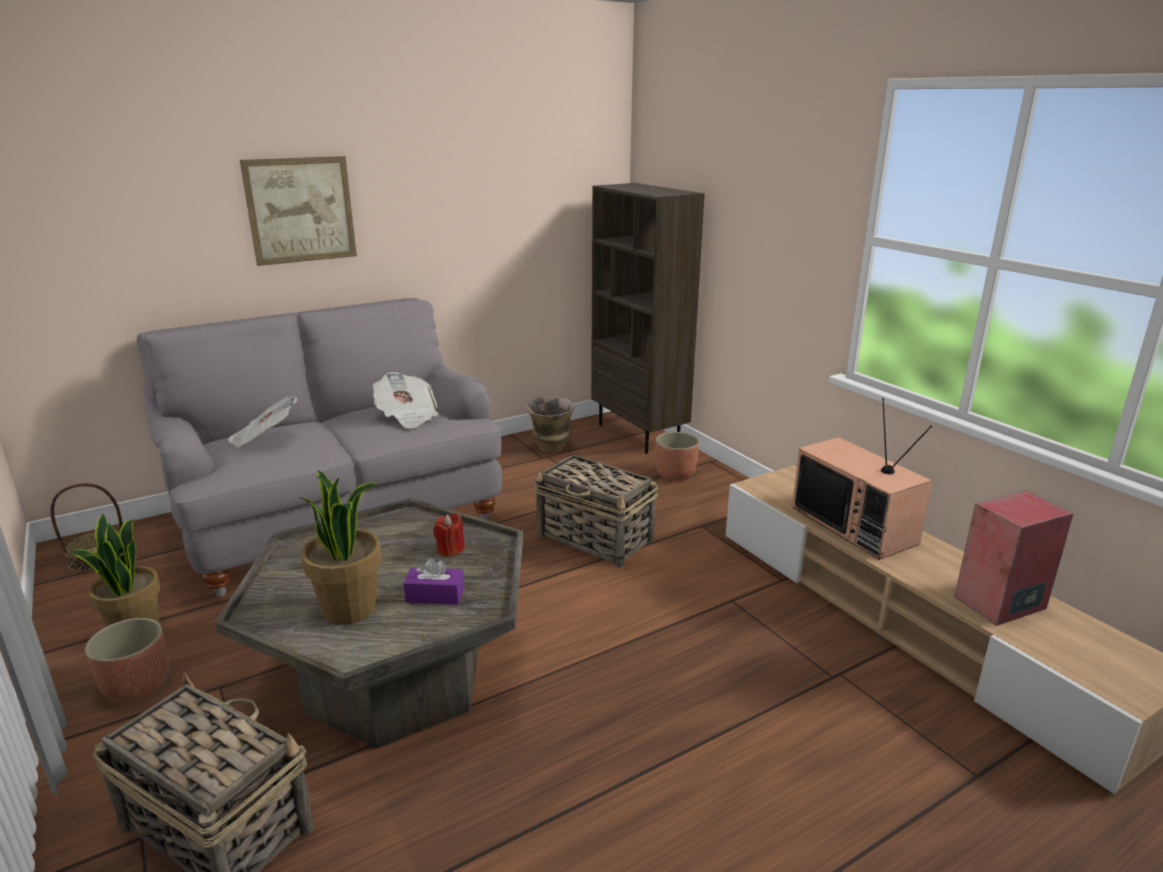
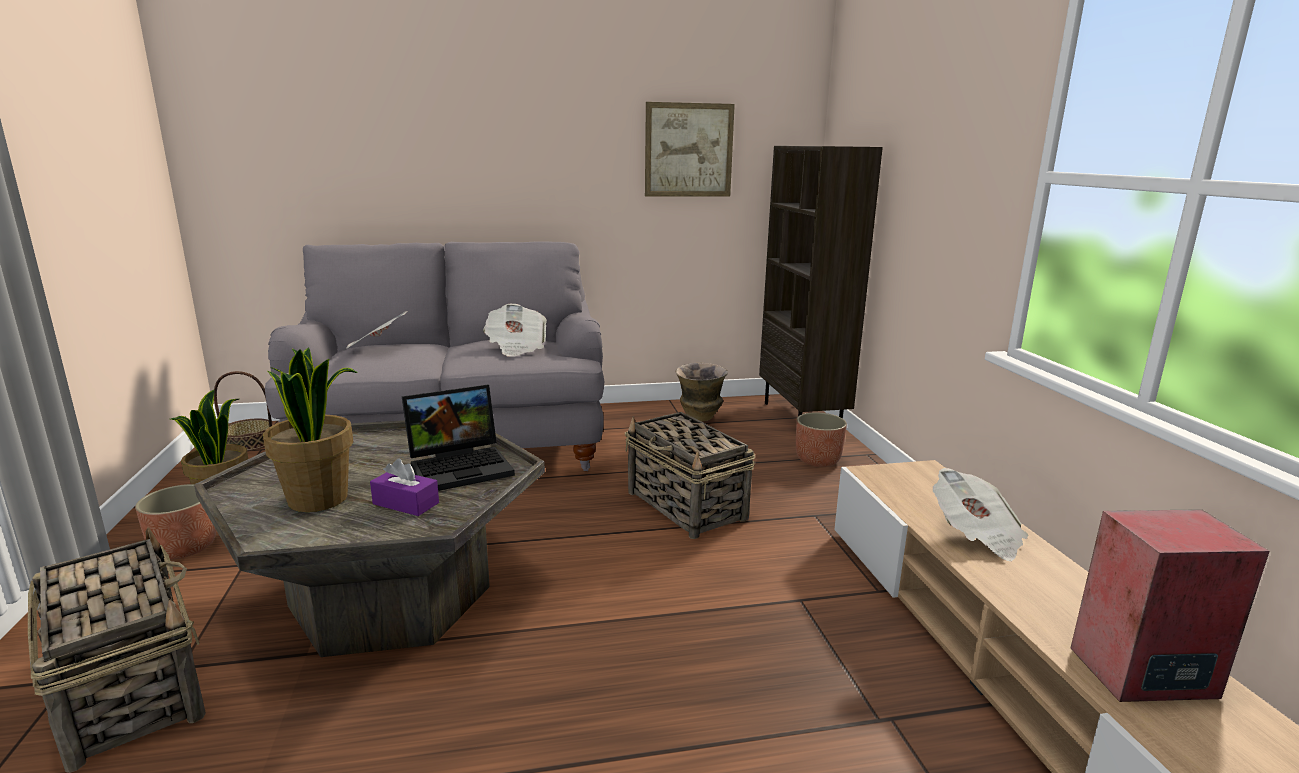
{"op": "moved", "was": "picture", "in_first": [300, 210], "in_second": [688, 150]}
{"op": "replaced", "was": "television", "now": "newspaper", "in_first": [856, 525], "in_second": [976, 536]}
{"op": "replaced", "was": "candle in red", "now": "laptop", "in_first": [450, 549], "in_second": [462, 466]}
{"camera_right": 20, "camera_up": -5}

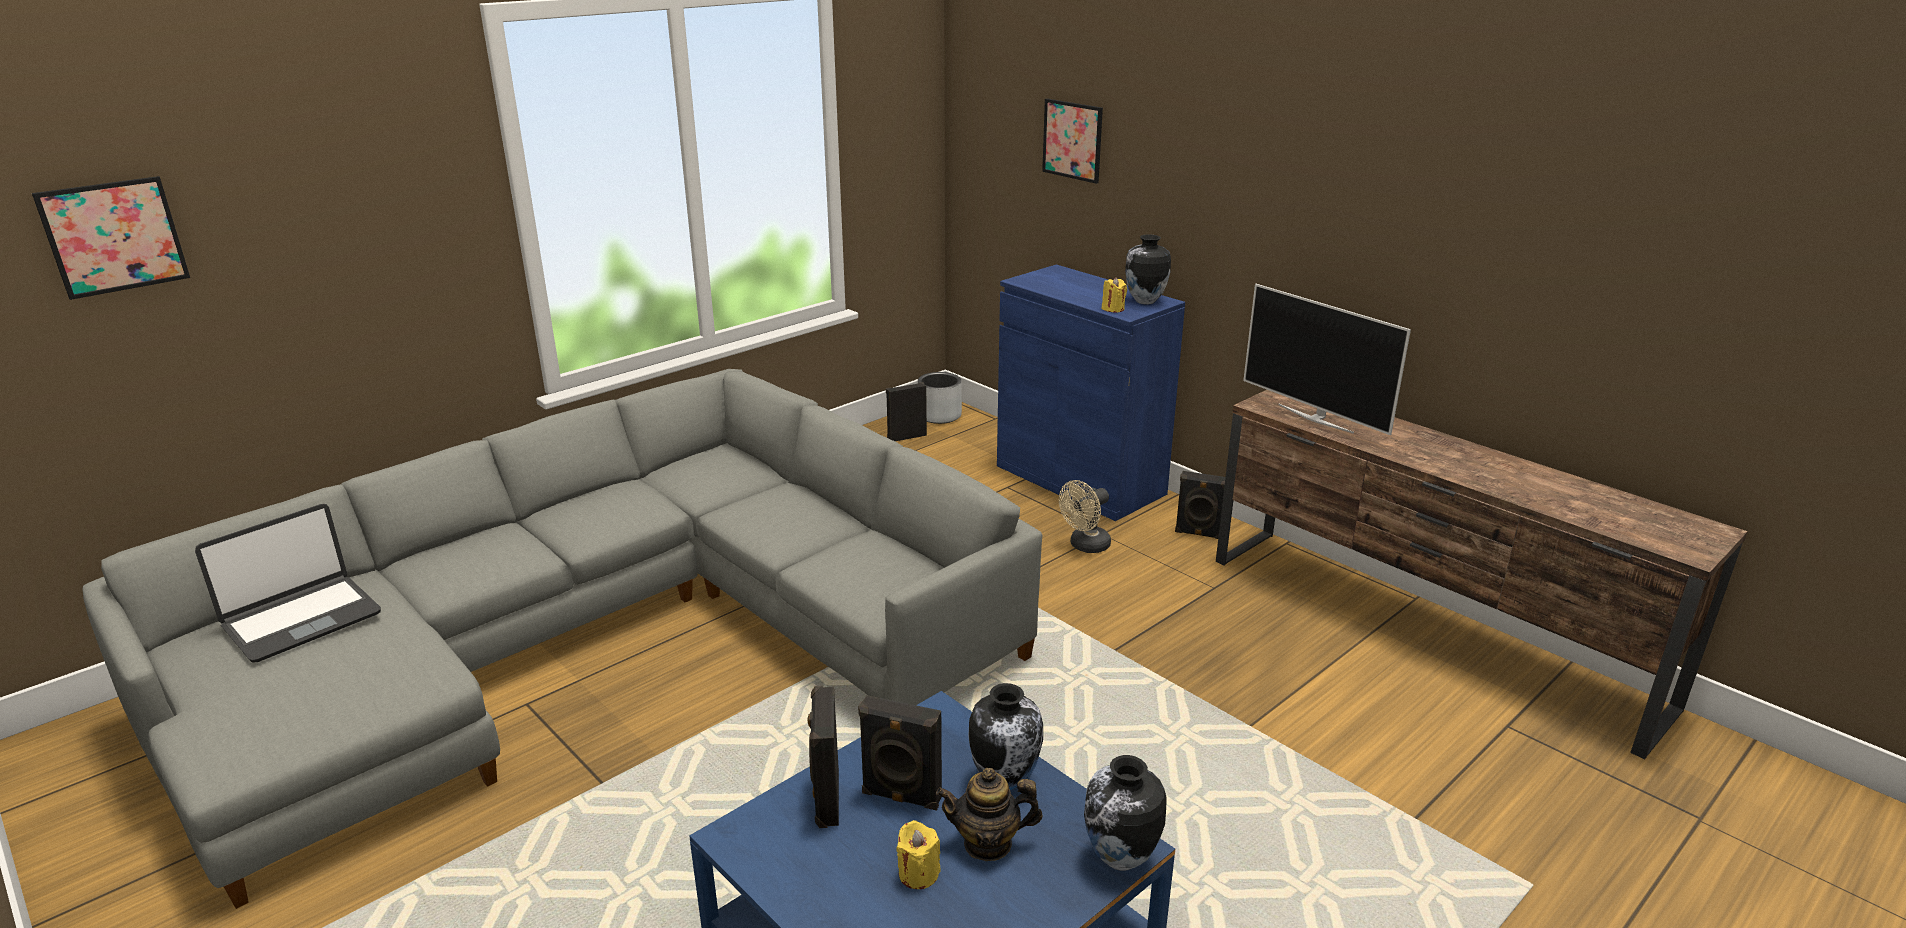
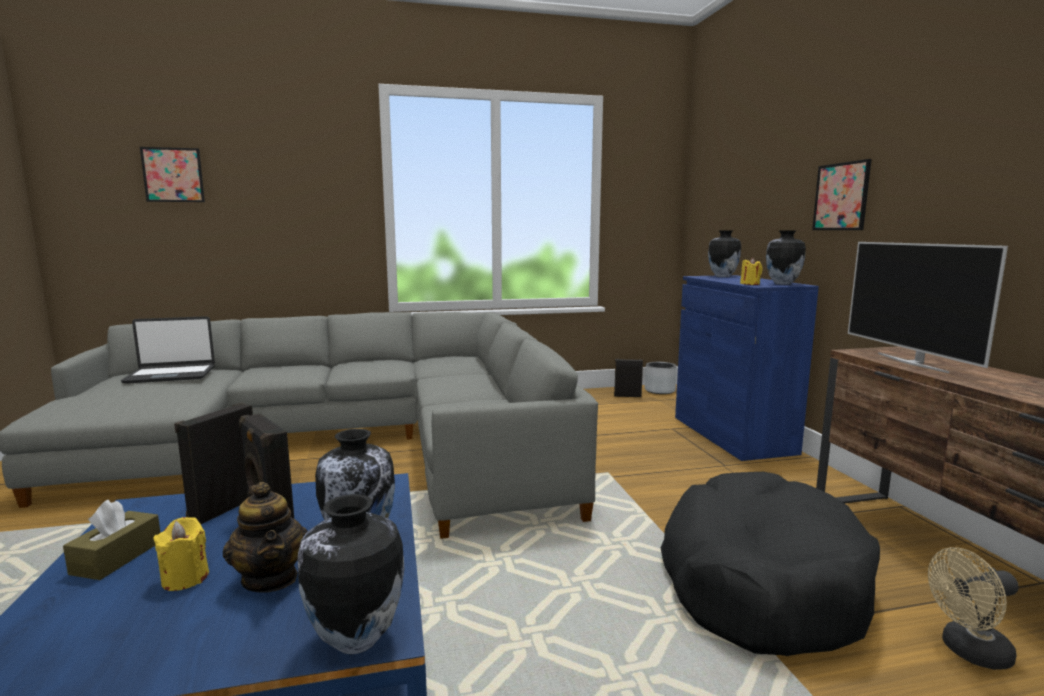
{"op": "moved", "was": "picture", "in_first": [1072, 140], "in_second": [841, 196]}
{"op": "removed", "was": "speaker in black", "in_first": [1198, 534]}
{"op": "moved", "was": "fan in beige", "in_first": [1085, 546], "in_second": [968, 652]}
{"op": "turned", "was": "teapot", "in_first": [988, 843], "in_second": [271, 578], "clockwise": -150}
{"op": "added", "now": "vase", "in_second": [722, 276]}
{"op": "added", "now": "dog bed in black", "in_second": [760, 581]}
{"op": "added", "now": "tissue box in brown", "in_second": [117, 557]}
{"camera_right": 30, "camera_up": -15}

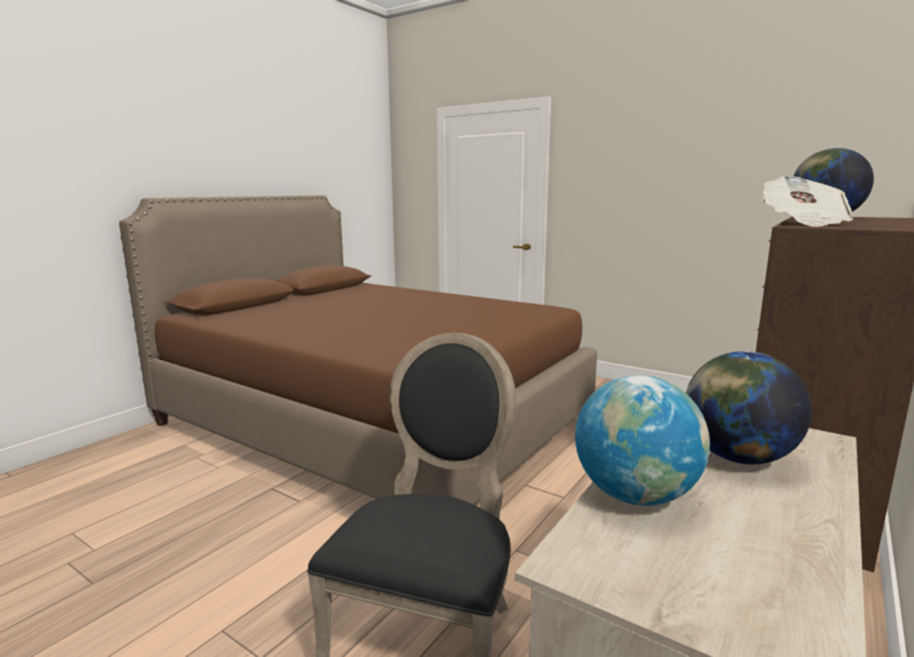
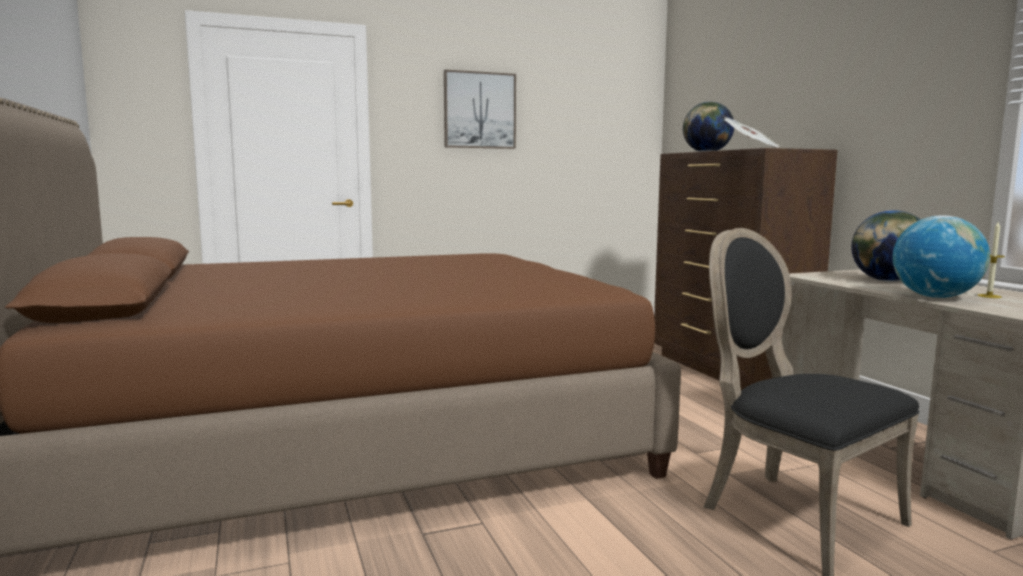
{"op": "added", "now": "picture", "in_second": [479, 110]}
{"op": "added", "now": "candle", "in_second": [989, 296]}
{"camera_right": -55, "camera_up": -5}

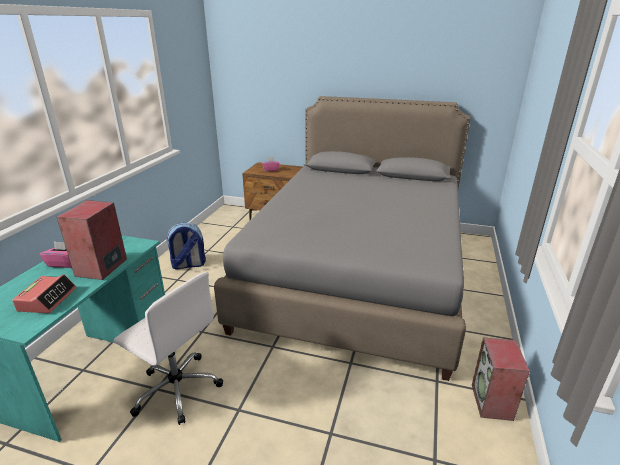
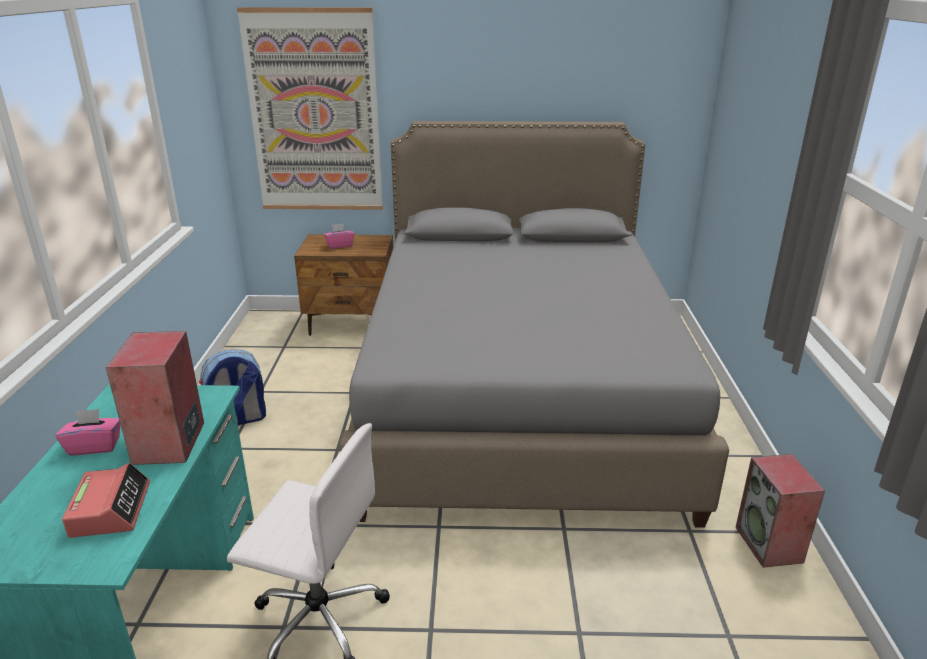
{"op": "added", "now": "picture", "in_second": [314, 114]}
{"camera_right": -15, "camera_up": 0}

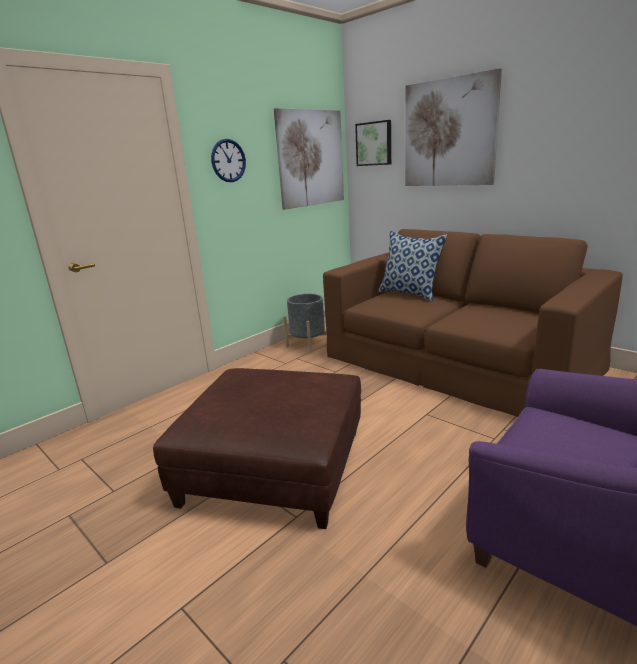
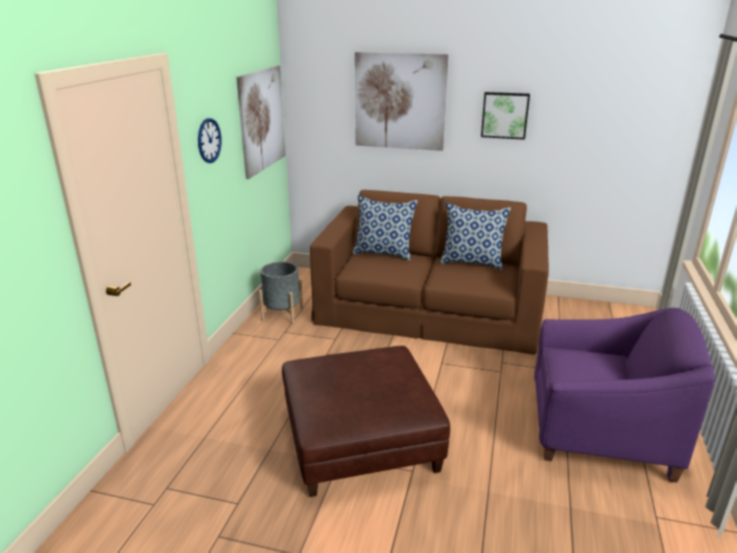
{"op": "moved", "was": "picture", "in_first": [374, 143], "in_second": [505, 115]}
{"op": "added", "now": "pillow", "in_second": [472, 262]}
{"camera_right": -30, "camera_up": 5}

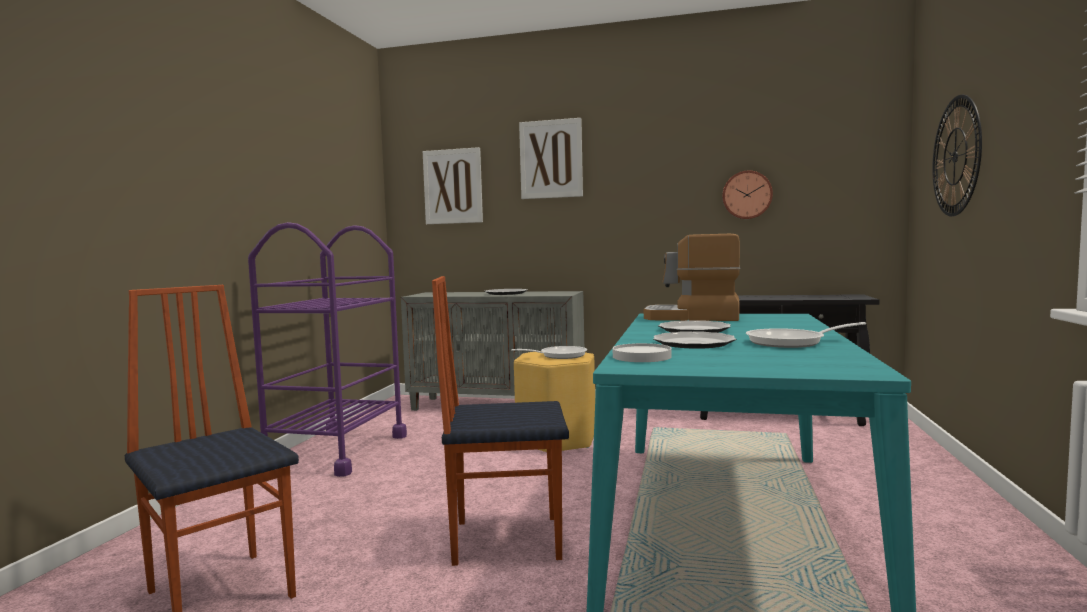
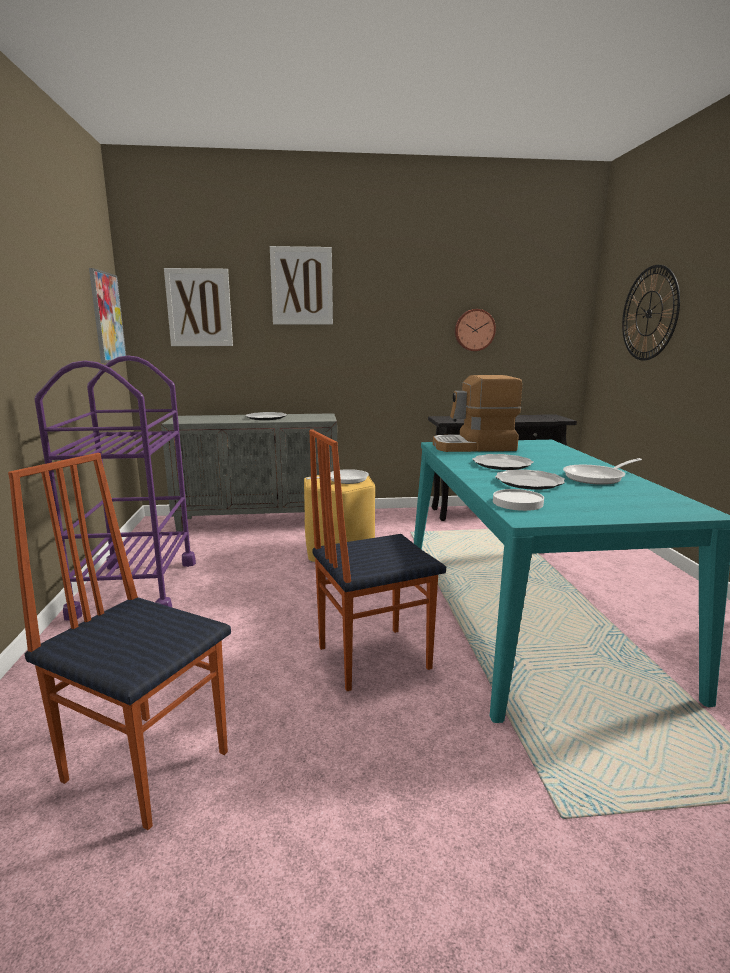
{"op": "added", "now": "picture", "in_second": [107, 317]}
{"camera_right": -20, "camera_up": 10}

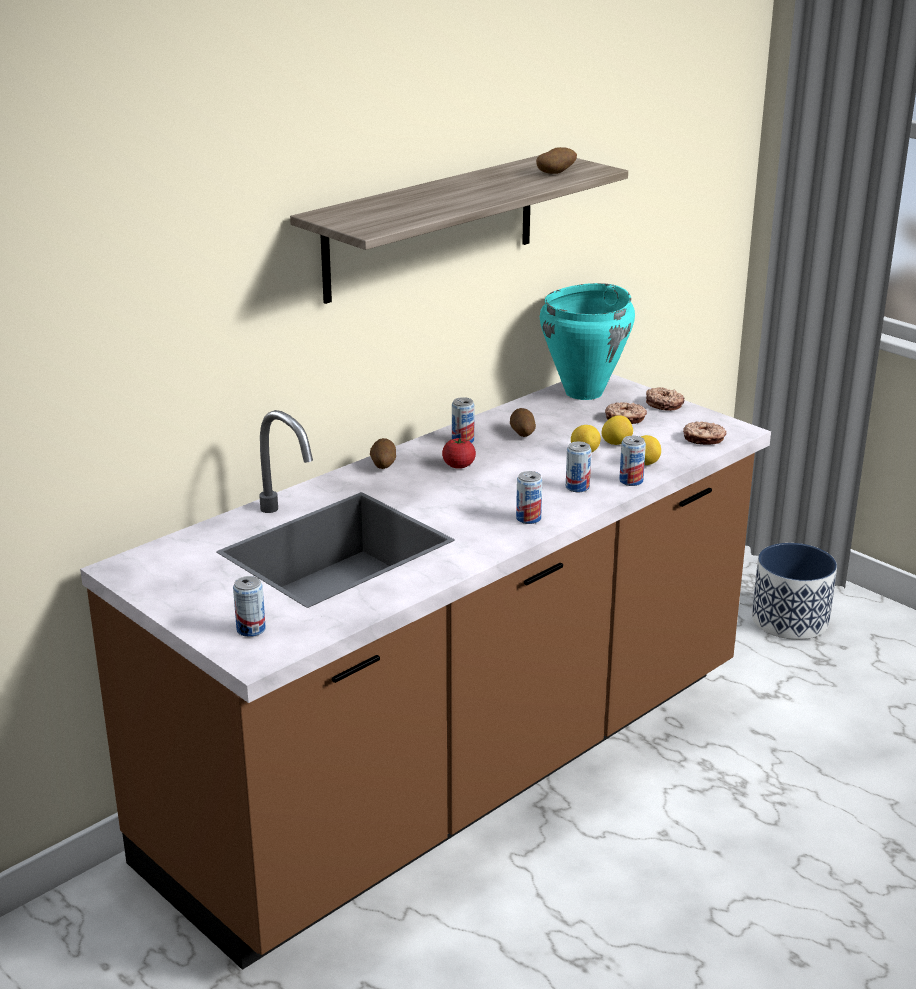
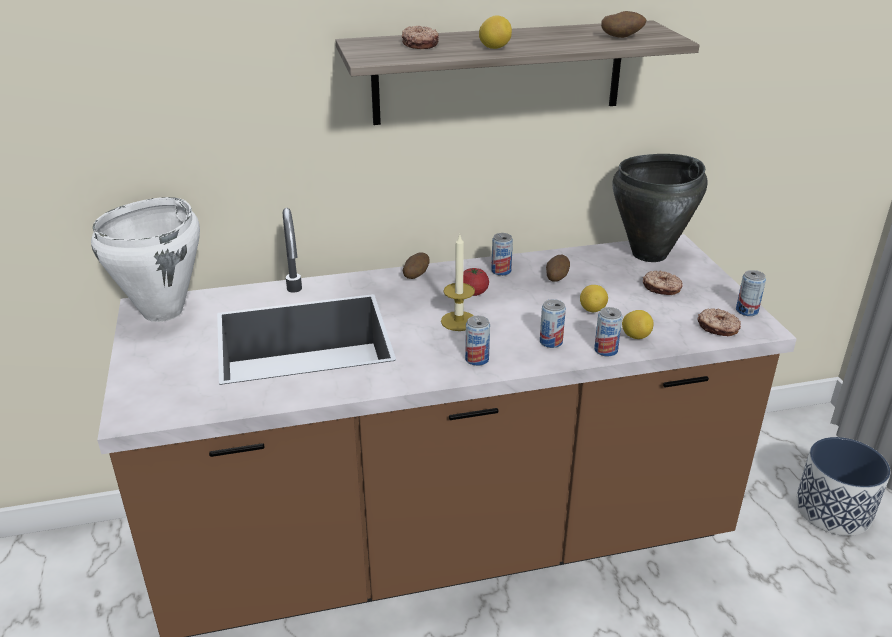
{"op": "recoloured", "was": "cooking pot in turquoise", "now": "cooking pot in black", "in_first": [585, 393], "in_second": [650, 254]}
{"op": "moved", "was": "donut", "in_first": [664, 404], "in_second": [420, 44]}
{"op": "moved", "was": "lemon", "in_first": [616, 443], "in_second": [494, 48]}
{"op": "moved", "was": "can", "in_first": [251, 629], "in_second": [746, 311]}
{"op": "added", "now": "cooking pot in white", "in_second": [164, 311]}
{"op": "added", "now": "candle", "in_second": [458, 321]}
{"camera_right": 30, "camera_up": 5}

